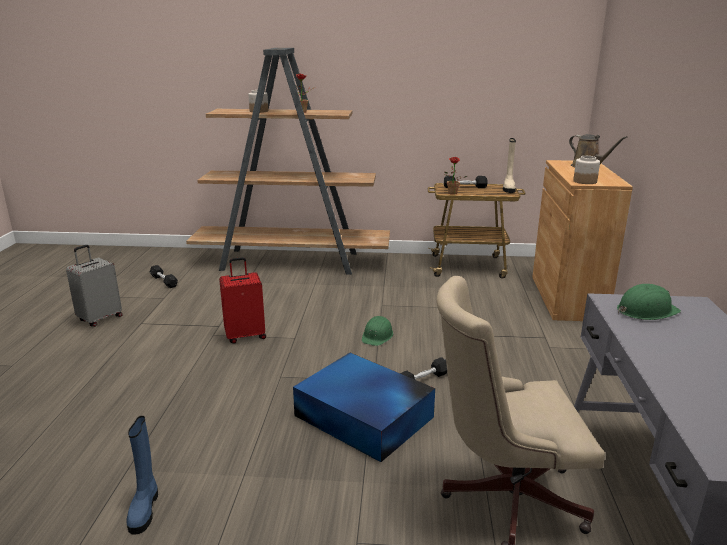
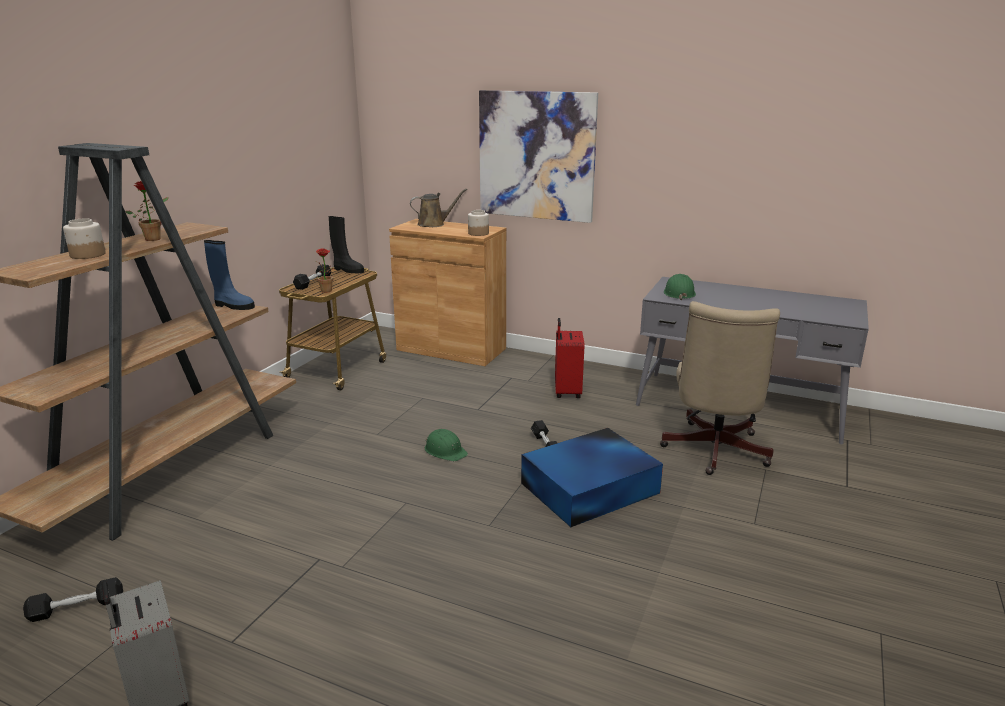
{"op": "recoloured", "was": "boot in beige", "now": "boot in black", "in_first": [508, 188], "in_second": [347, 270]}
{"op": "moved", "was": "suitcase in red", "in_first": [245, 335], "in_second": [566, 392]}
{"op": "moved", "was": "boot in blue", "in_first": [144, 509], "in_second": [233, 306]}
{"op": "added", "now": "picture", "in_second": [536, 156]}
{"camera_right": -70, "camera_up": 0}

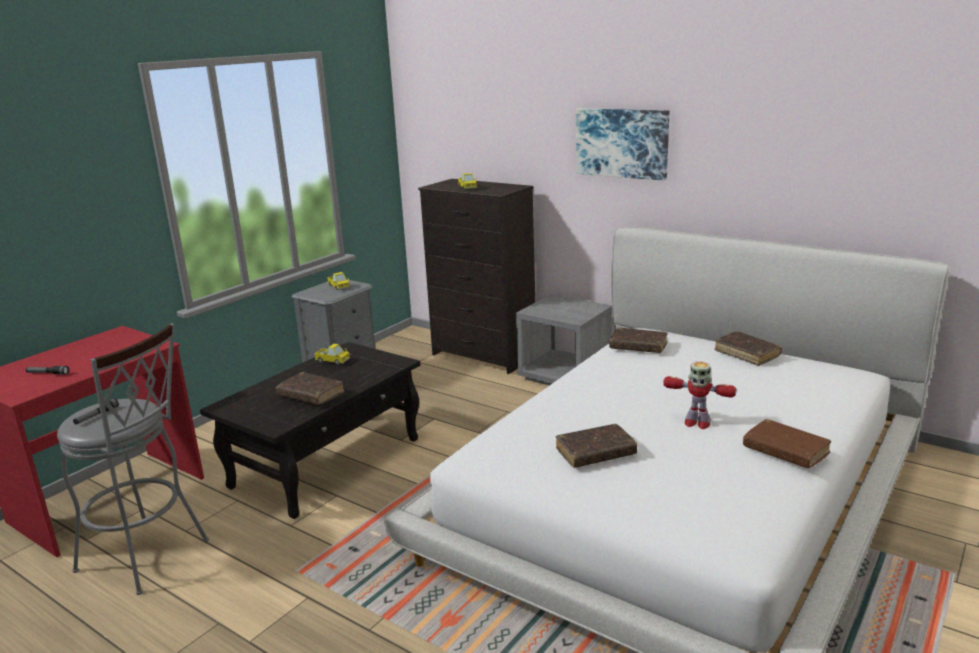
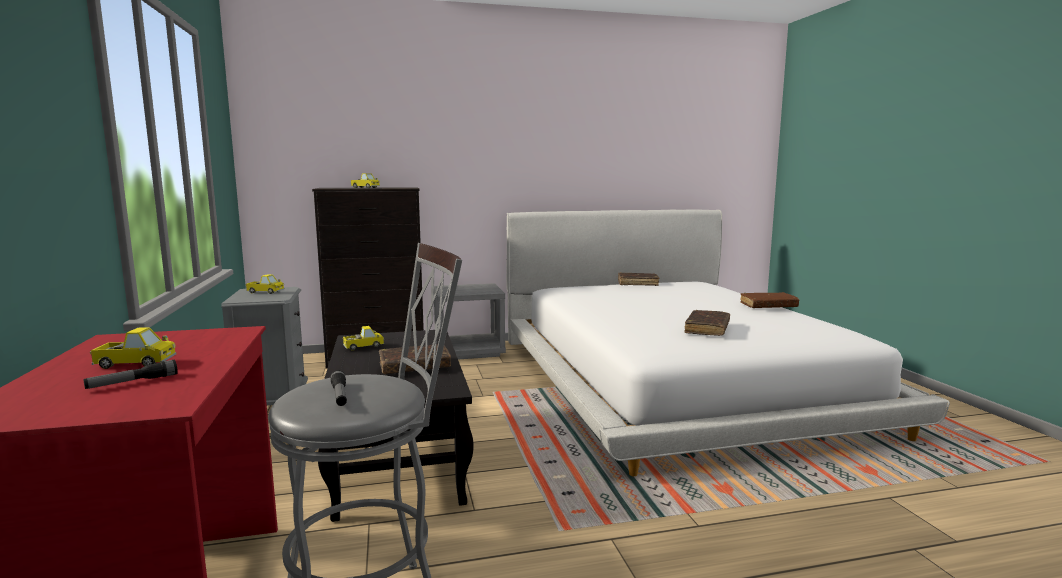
{"op": "removed", "was": "picture", "in_first": [622, 143]}
{"op": "removed", "was": "book in brown", "in_first": [638, 346]}
{"op": "removed", "was": "toy robot", "in_first": [696, 423]}
{"op": "added", "now": "toy truck", "in_second": [135, 363]}
{"camera_right": -50, "camera_up": -10}

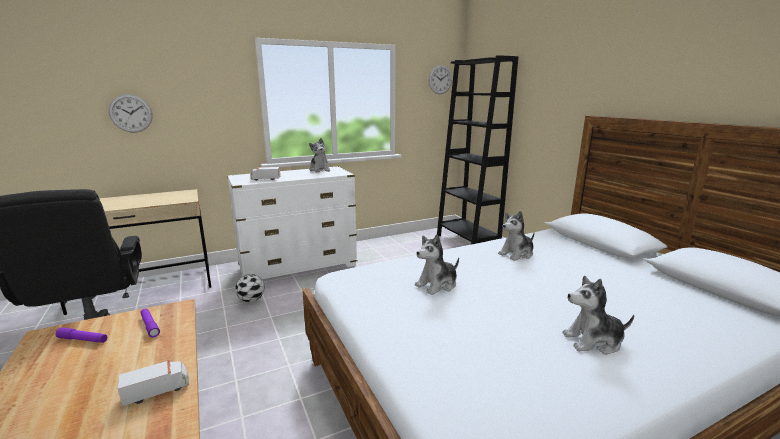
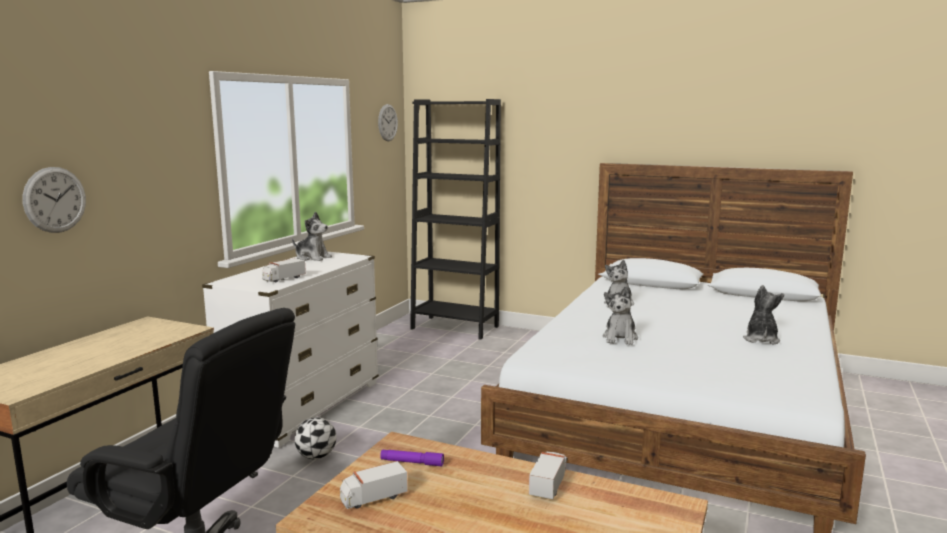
{"op": "turned", "was": "plush toy", "in_first": [593, 341], "in_second": [761, 339], "clockwise": 150}
{"op": "replaced", "was": "flashlight in purple", "now": "toy truck", "in_first": [83, 340], "in_second": [373, 498]}
{"camera_right": -40, "camera_up": -5}

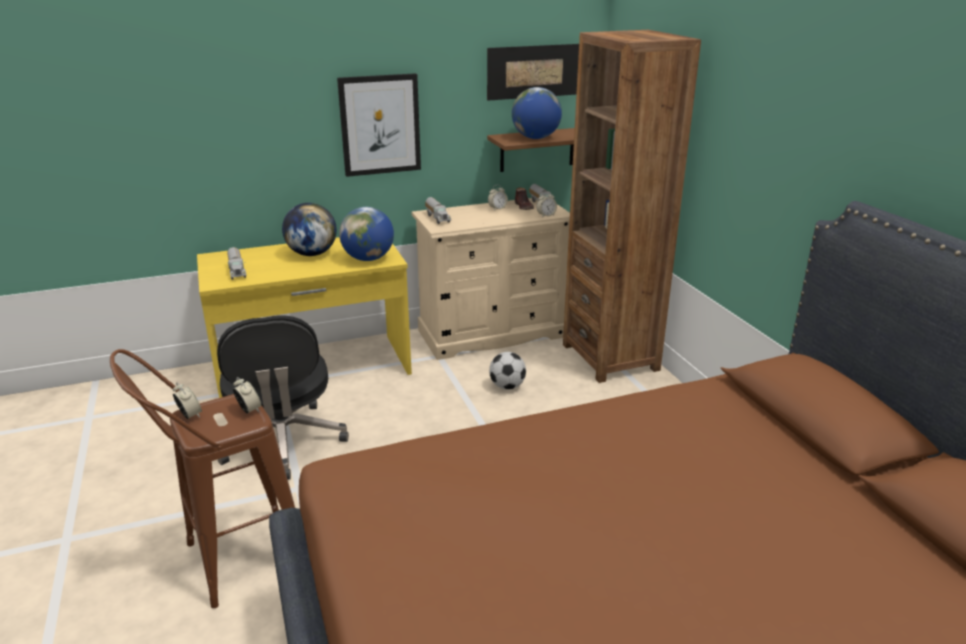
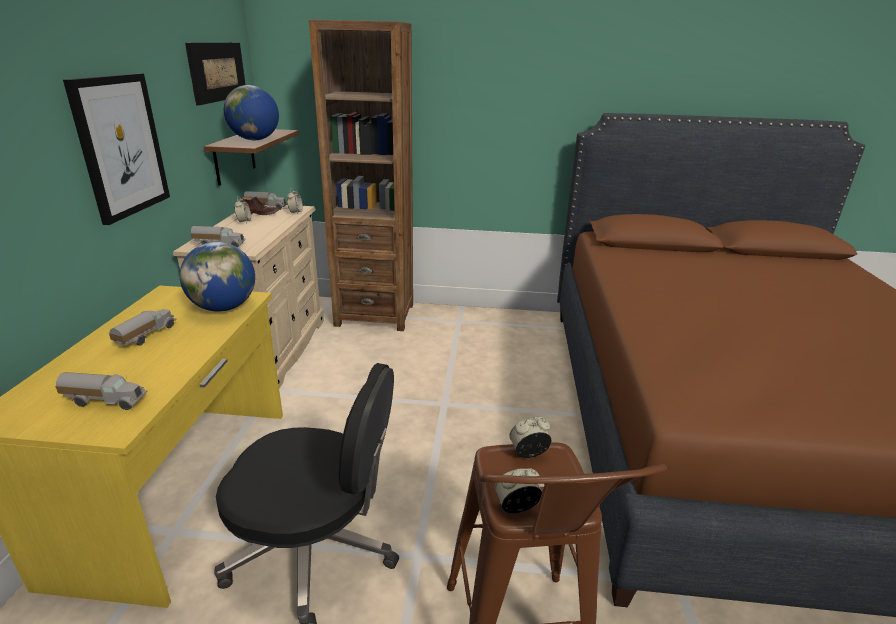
{"op": "replaced", "was": "globe", "now": "toy truck", "in_first": [312, 254], "in_second": [146, 336]}
{"op": "removed", "was": "football", "in_first": [507, 386]}
{"camera_right": -65, "camera_up": 0}

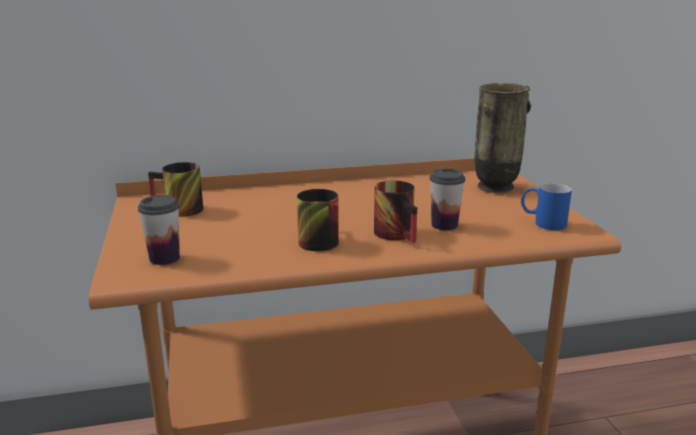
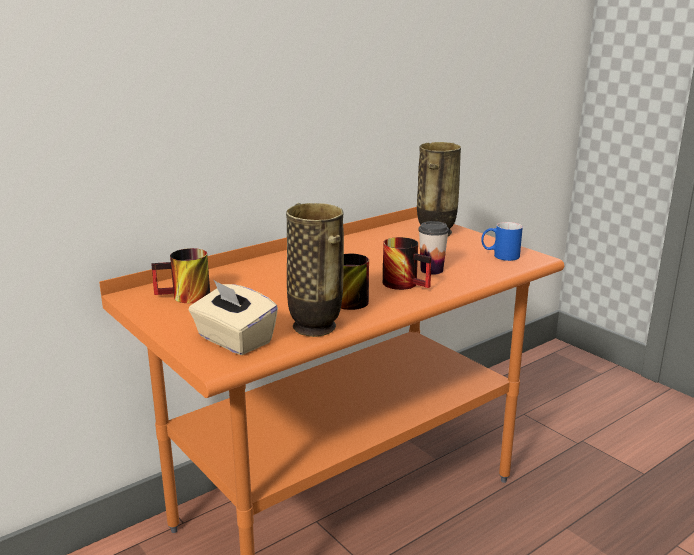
{"op": "replaced", "was": "cup", "now": "tissue box in beige", "in_first": [164, 258], "in_second": [234, 340]}
{"op": "added", "now": "vase", "in_second": [315, 327]}
{"camera_right": -25, "camera_up": 0}

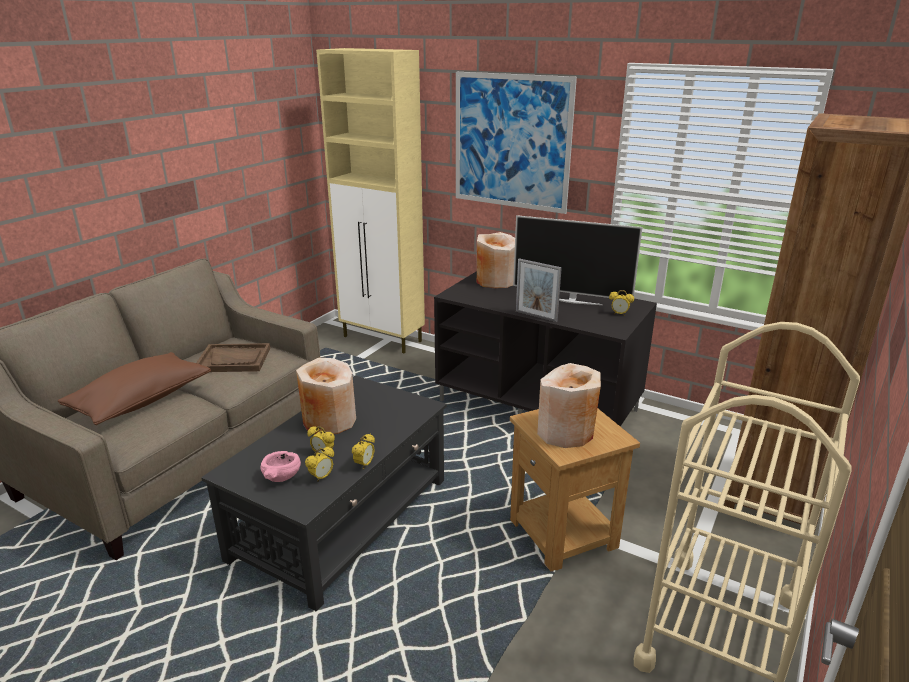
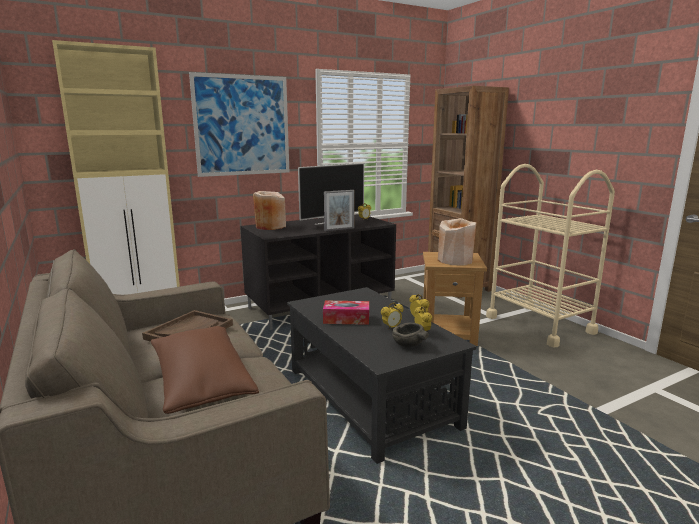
{"op": "replaced", "was": "vase in beige", "now": "tissue box", "in_first": [329, 421], "in_second": [346, 319]}
{"op": "recoloured", "was": "bowl in pink", "now": "bowl in grey", "in_first": [281, 476], "in_second": [408, 345]}
{"camera_right": -60, "camera_up": -10}

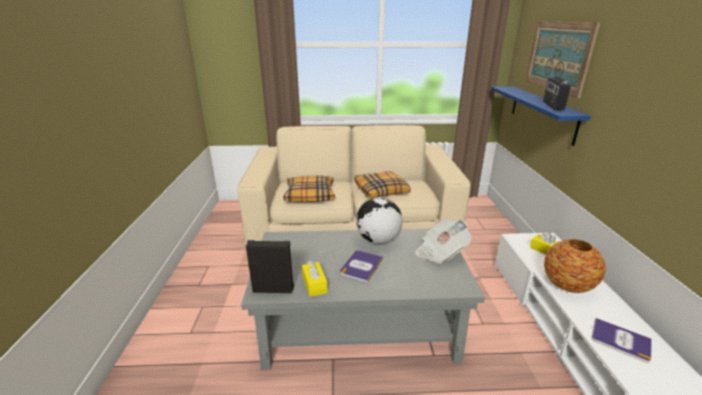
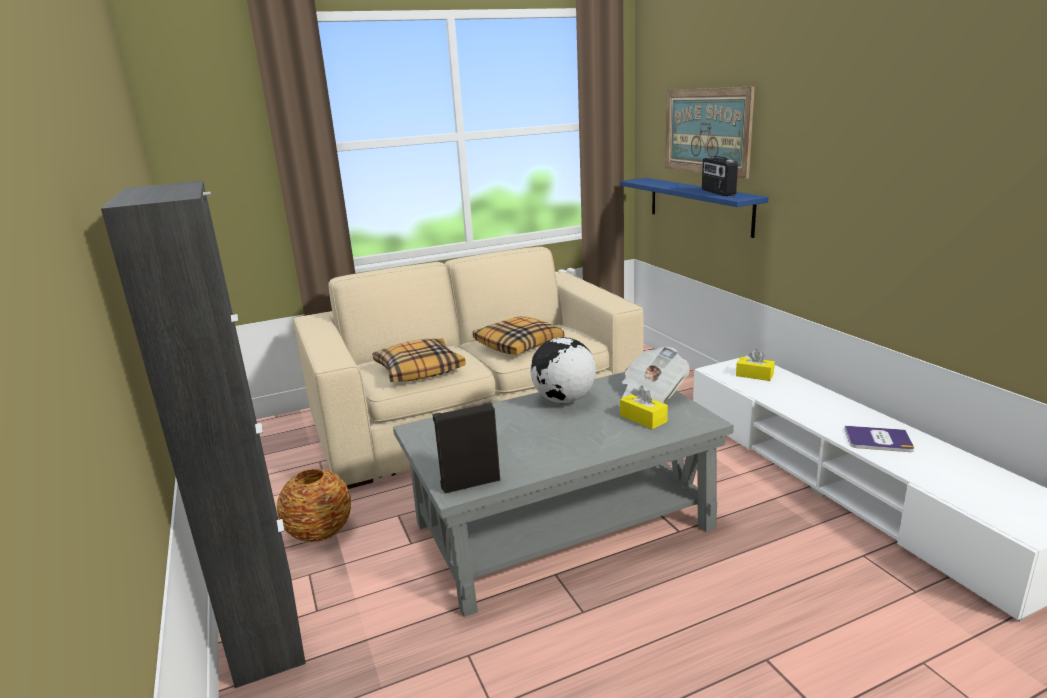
{"op": "moved", "was": "vase", "in_first": [567, 285], "in_second": [320, 532]}
{"op": "removed", "was": "book", "in_first": [361, 266]}
{"op": "moved", "was": "tissue box in yellow", "in_first": [314, 284], "in_second": [643, 418]}
{"op": "added", "now": "cabinet in black", "in_second": [265, 626]}
{"camera_right": -20, "camera_up": -5}

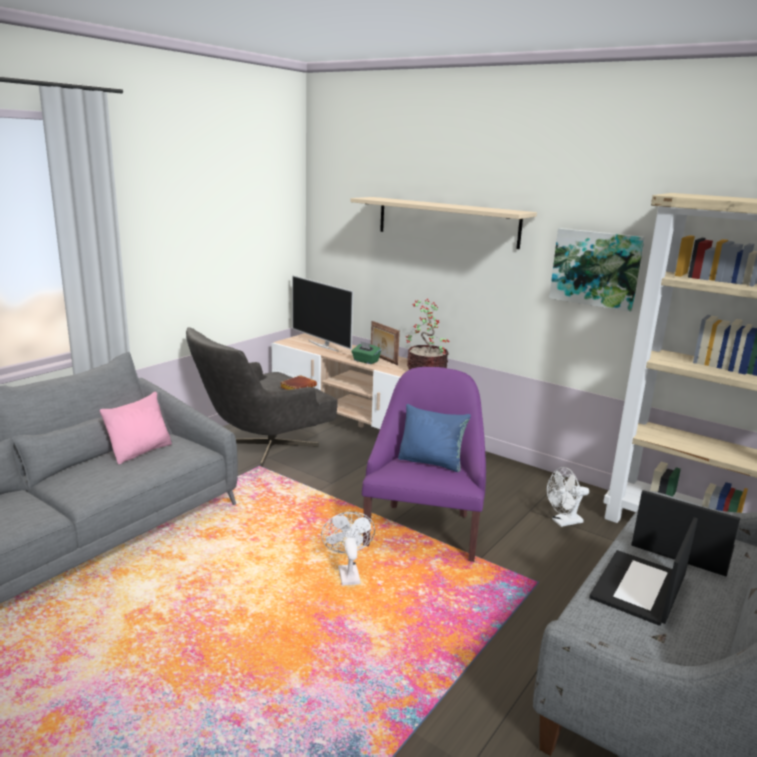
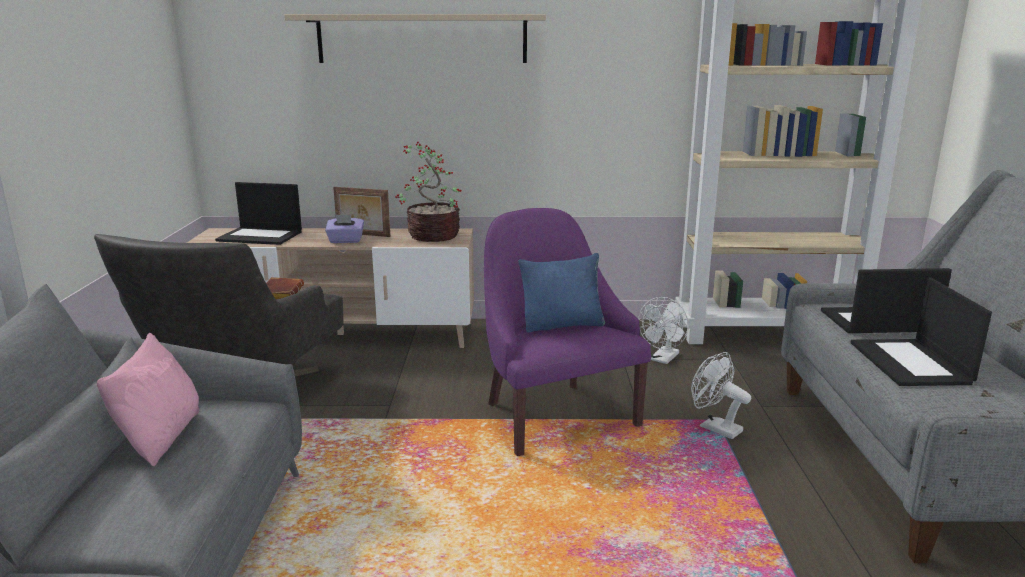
{"op": "removed", "was": "picture", "in_first": [595, 268]}
{"op": "replaced", "was": "television", "now": "laptop", "in_first": [323, 345], "in_second": [261, 236]}
{"op": "recoloured", "was": "tissue box in green", "now": "tissue box in purple", "in_first": [365, 361], "in_second": [345, 241]}
{"op": "moved", "was": "fan in white", "in_first": [347, 573], "in_second": [714, 427]}
{"camera_right": -35, "camera_up": 0}

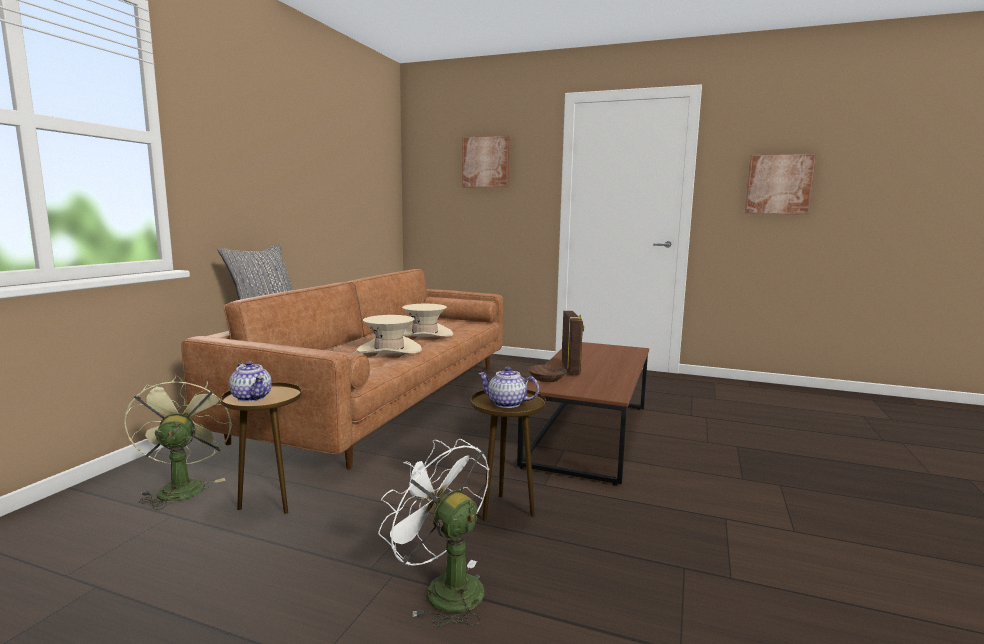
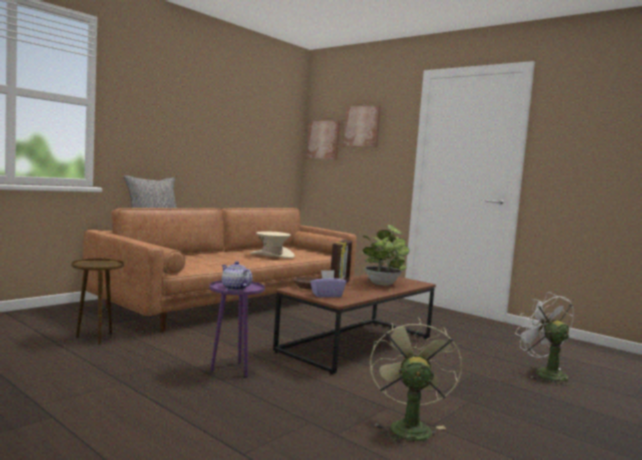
{"op": "moved", "was": "picture", "in_first": [778, 184], "in_second": [324, 140]}
{"op": "removed", "was": "hat in beige", "in_first": [389, 350]}
{"op": "removed", "was": "teapot", "in_first": [252, 397]}
{"op": "moved", "was": "fan in green", "in_first": [182, 487], "in_second": [407, 426]}
{"op": "recoloured", "was": "side table in brown", "now": "side table in purple", "in_first": [505, 510], "in_second": [232, 370]}
{"op": "moved", "was": "fan in white", "in_first": [443, 588], "in_second": [544, 373]}
{"op": "added", "now": "potted plant", "in_second": [382, 283]}
{"op": "added", "now": "tissue box in purple", "in_second": [326, 295]}
{"camera_right": 20, "camera_up": -5}

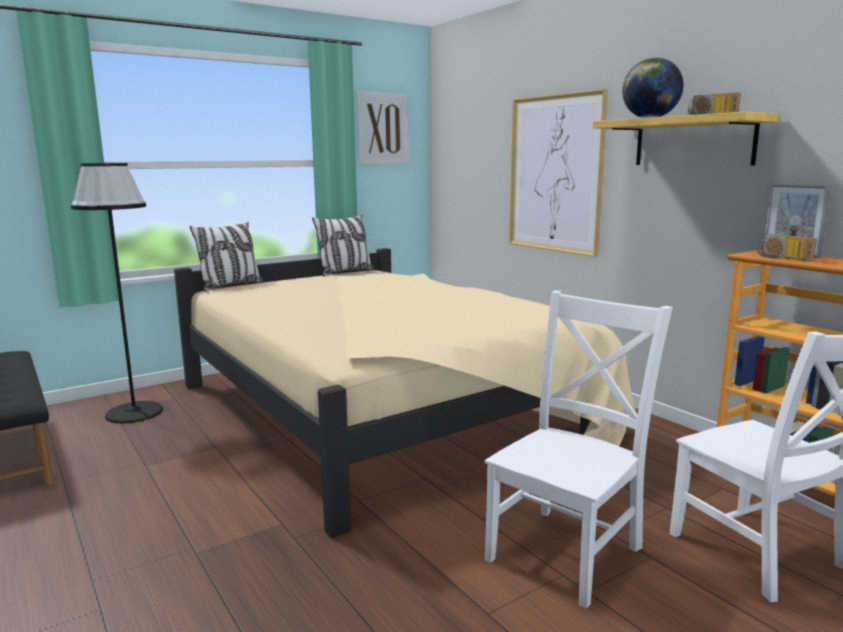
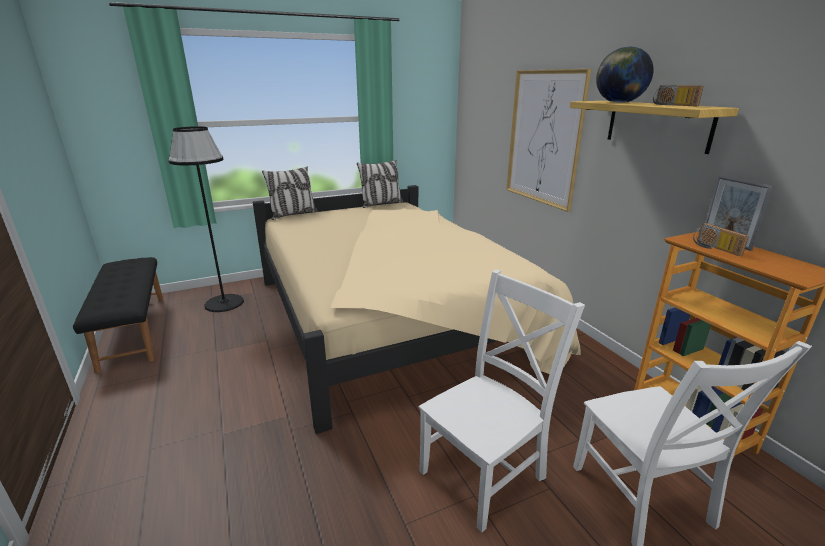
{"op": "removed", "was": "picture", "in_first": [383, 129]}
{"camera_right": 10, "camera_up": 10}

